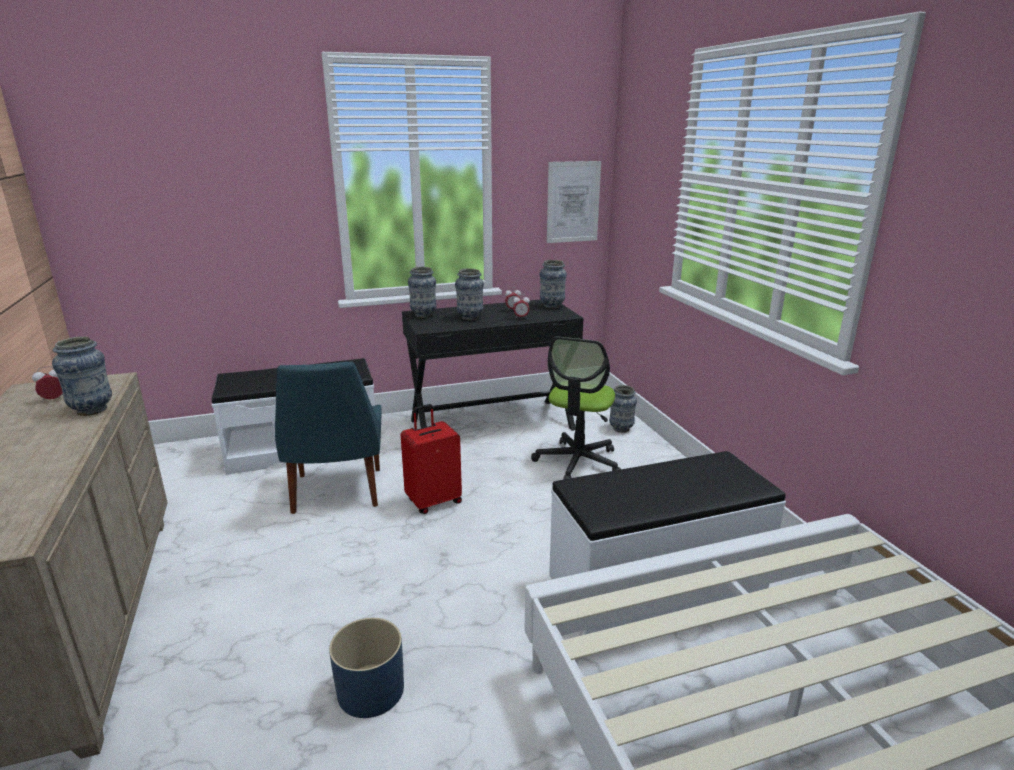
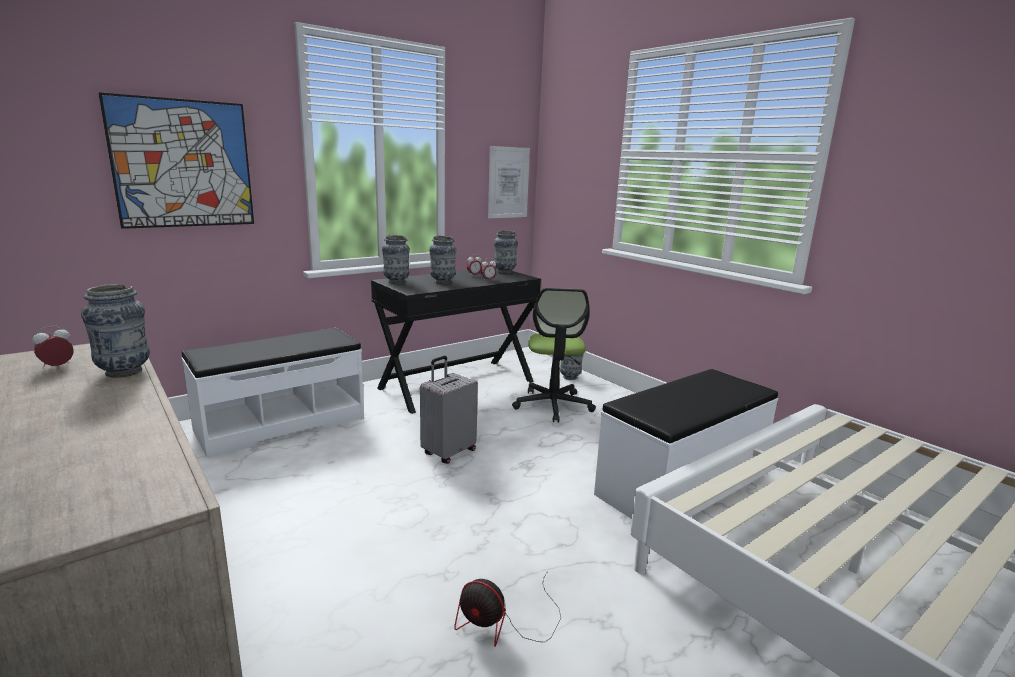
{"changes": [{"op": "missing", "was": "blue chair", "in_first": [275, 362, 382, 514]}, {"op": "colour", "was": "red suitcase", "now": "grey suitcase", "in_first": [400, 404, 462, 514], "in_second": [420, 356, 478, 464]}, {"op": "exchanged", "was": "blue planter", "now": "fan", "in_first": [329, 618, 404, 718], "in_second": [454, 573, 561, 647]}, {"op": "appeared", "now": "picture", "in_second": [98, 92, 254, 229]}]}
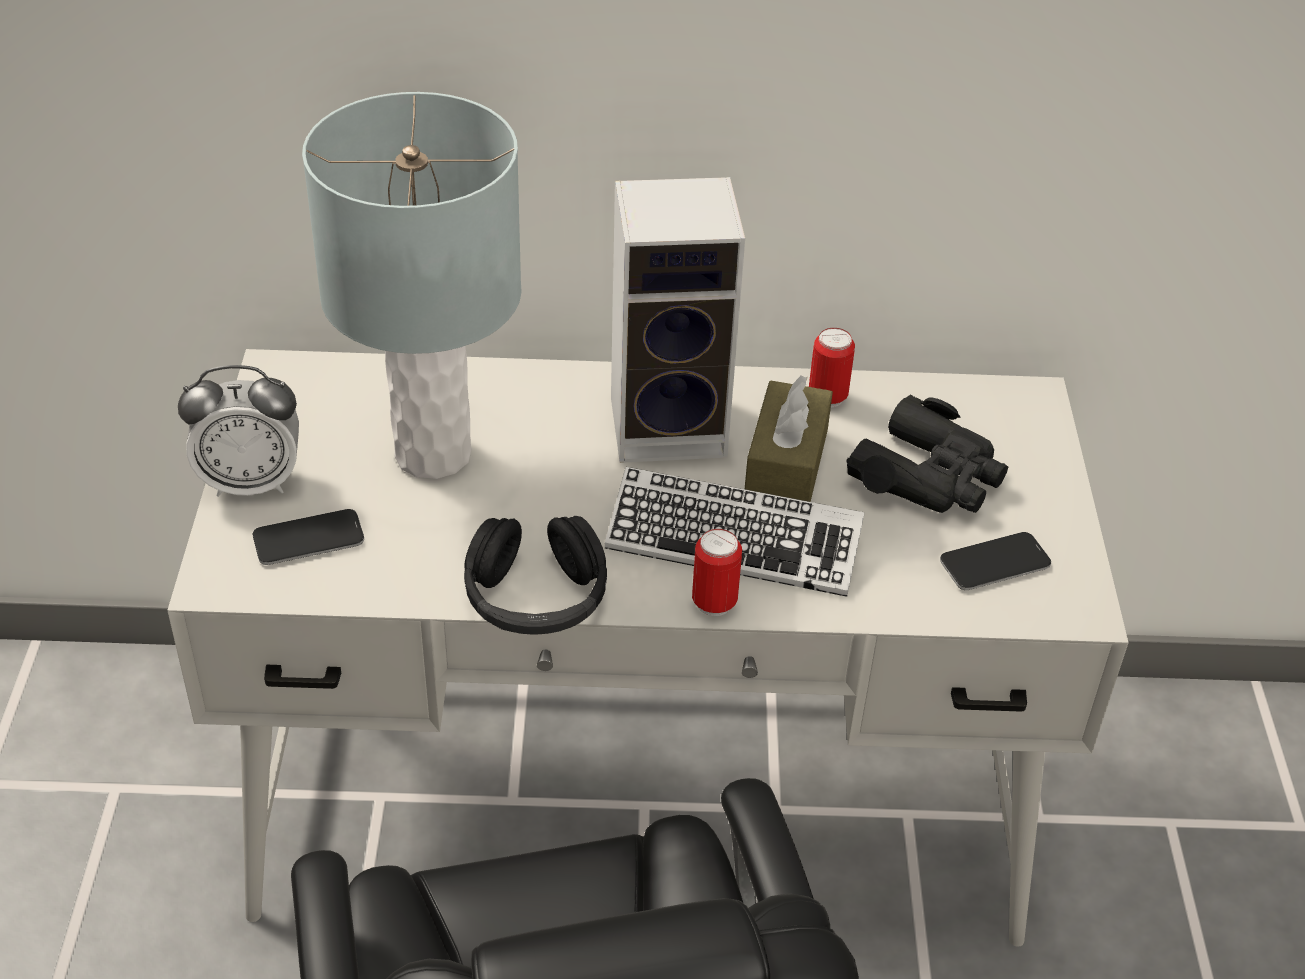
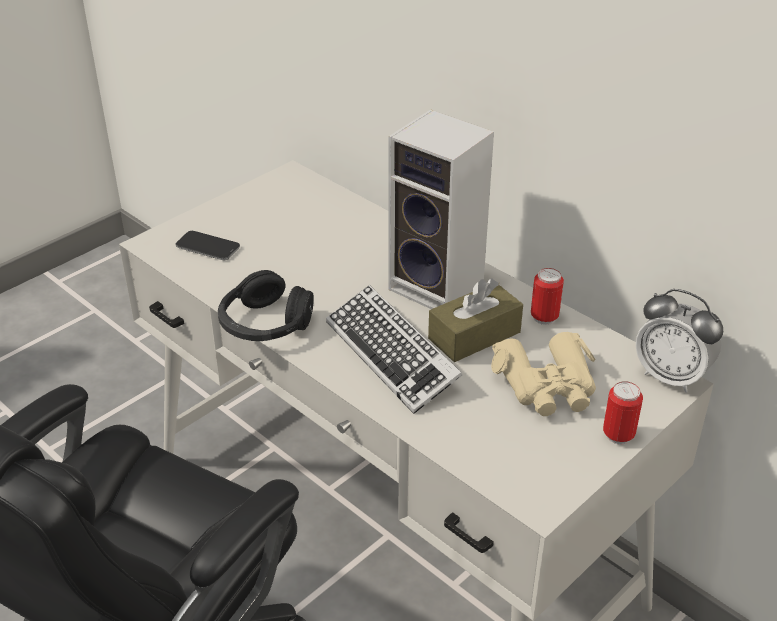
{"changes": [{"op": "missing", "was": "grey table lamp", "in_first": [302, 92, 522, 479]}, {"op": "relocated", "was": "alarm clock", "in_first": [178, 365, 299, 497], "in_second": [636, 289, 723, 393]}, {"op": "colour", "was": "black binoculars", "now": "beige binoculars", "in_first": [846, 395, 1008, 513], "in_second": [491, 332, 596, 416]}, {"op": "relocated", "was": "can", "in_first": [692, 529, 742, 616], "in_second": [603, 381, 643, 444]}, {"op": "missing", "was": "phone", "in_first": [940, 532, 1051, 590]}]}
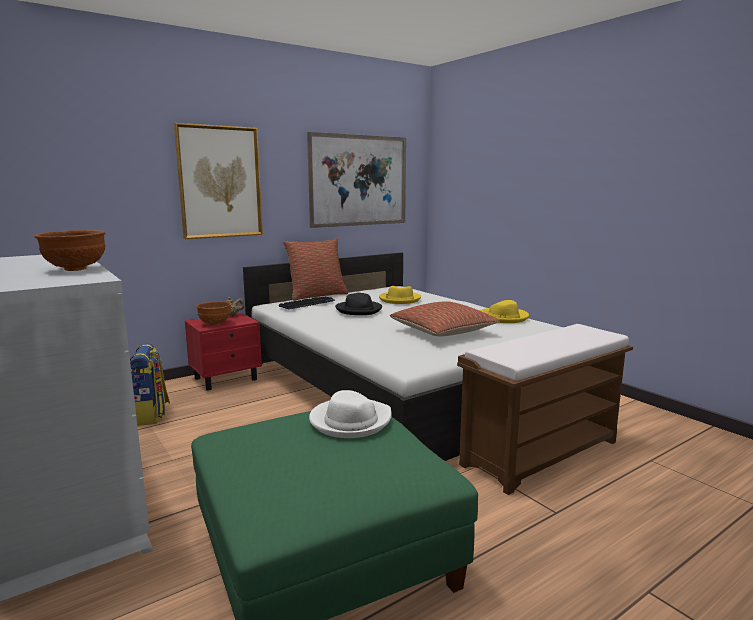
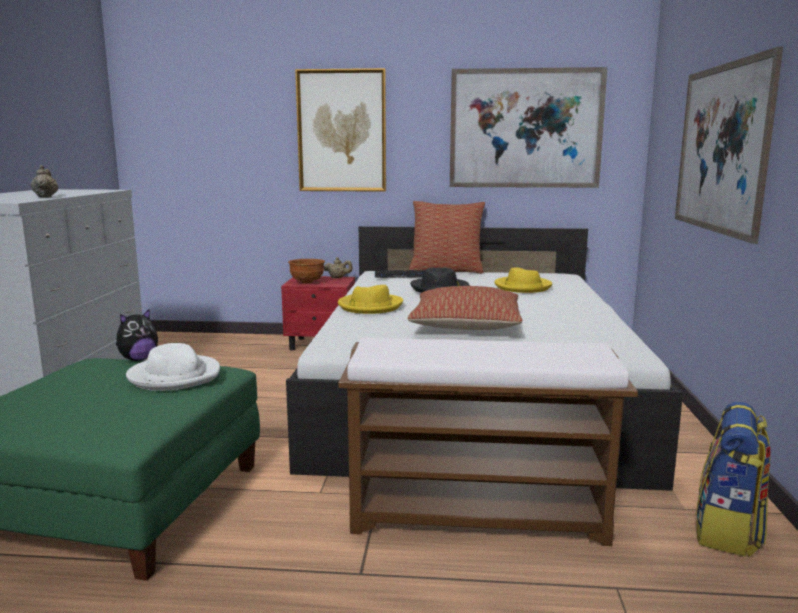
{"changes": [{"op": "exchanged", "was": "brown bowl", "now": "beige teapot", "in_first": [34, 230, 106, 271], "in_second": [31, 165, 58, 197]}, {"op": "relocated", "was": "yellow hat", "in_first": [479, 300, 529, 323], "in_second": [338, 285, 403, 314]}, {"op": "relocated", "was": "backpack", "in_first": [130, 343, 170, 426], "in_second": [696, 401, 771, 557]}, {"op": "appeared", "now": "picture", "in_second": [675, 47, 783, 244]}, {"op": "appeared", "now": "plush toy", "in_second": [116, 309, 158, 361]}]}
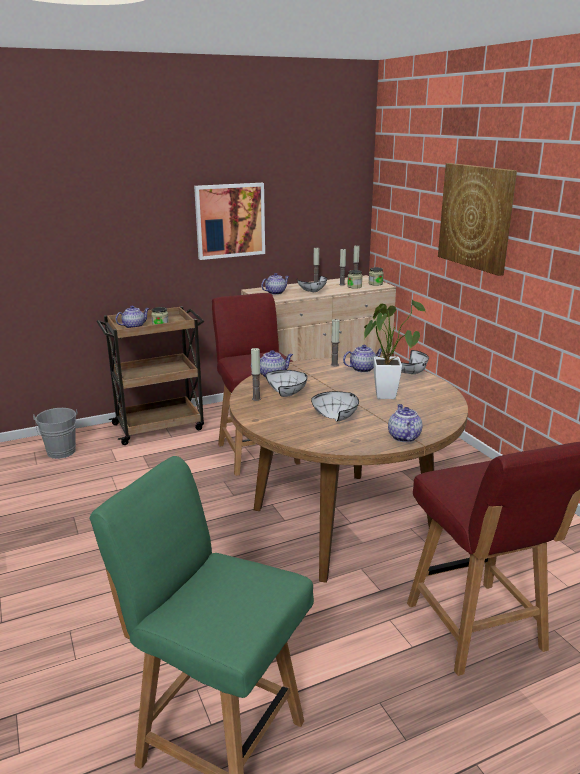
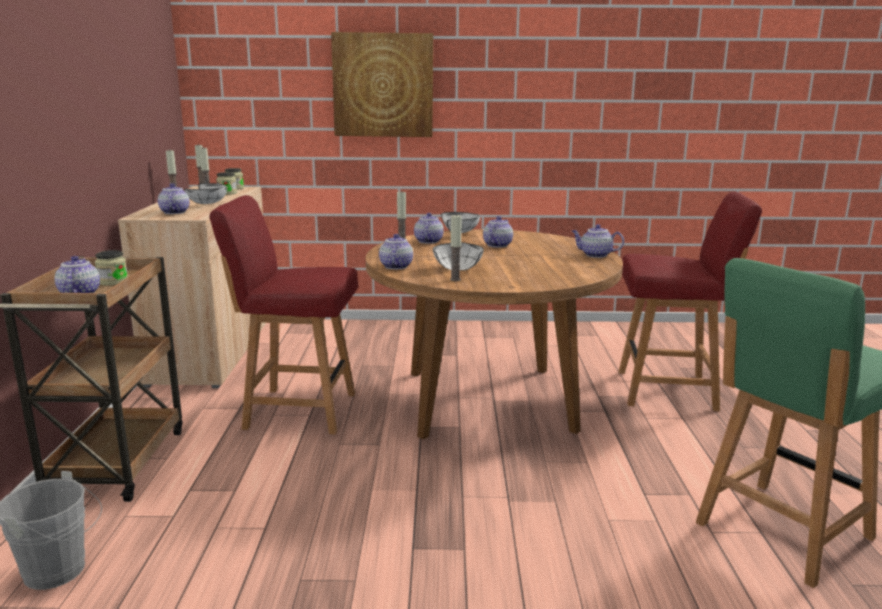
{"changes": [{"op": "missing", "was": "picture", "in_first": [194, 183, 265, 260]}, {"op": "exchanged", "was": "potted plant", "now": "teapot", "in_first": [364, 300, 425, 399], "in_second": [483, 216, 513, 248]}, {"op": "missing", "was": "white bowl", "in_first": [311, 391, 359, 422]}]}
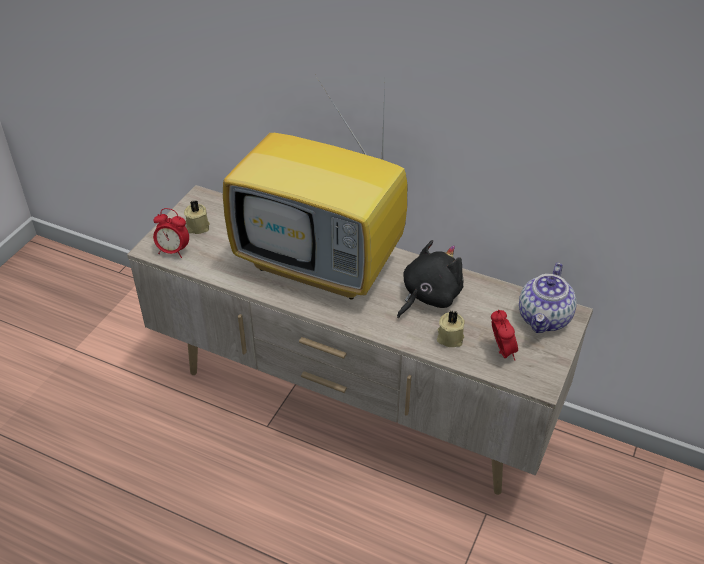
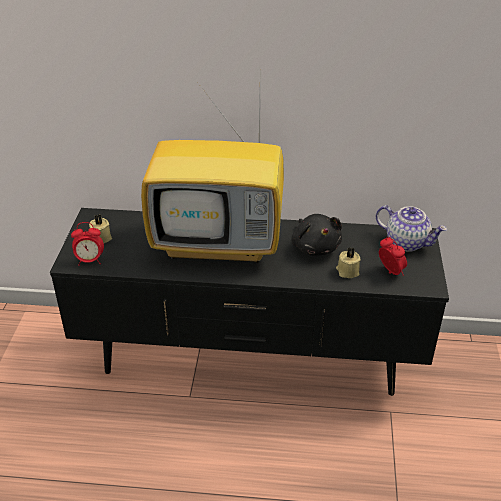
{"changes": [{"op": "colour", "was": "beige tv stand", "now": "black tv stand", "in_first": [127, 185, 593, 495], "in_second": [50, 208, 449, 396]}, {"op": "spun", "was": "black plush toy", "in_first": [397, 240, 463, 318], "in_second": [291, 214, 342, 256], "clockwise": 135}, {"op": "spun", "was": "teapot", "in_first": [519, 263, 577, 333], "in_second": [376, 205, 447, 252], "clockwise": -60}]}
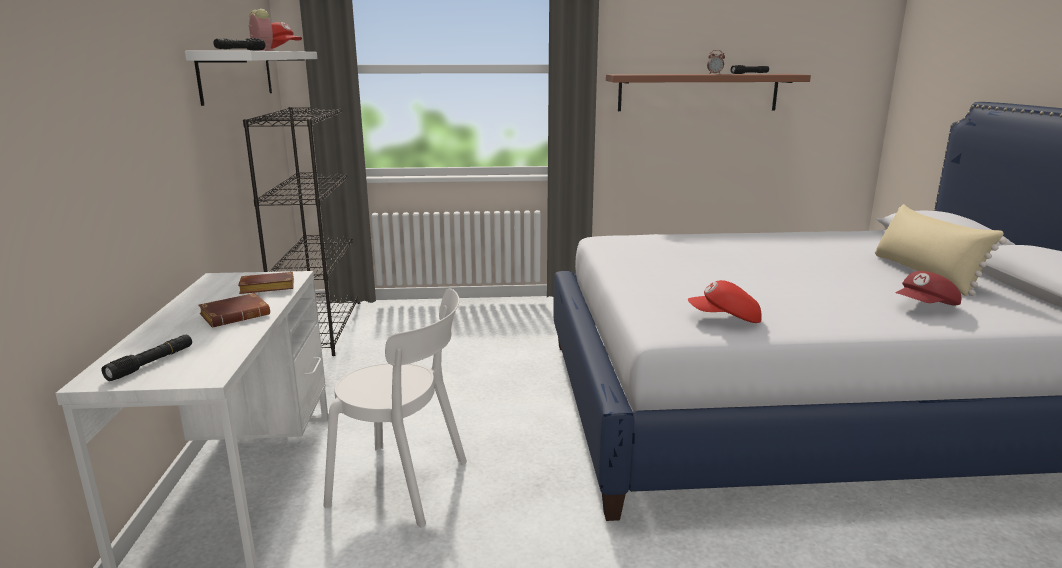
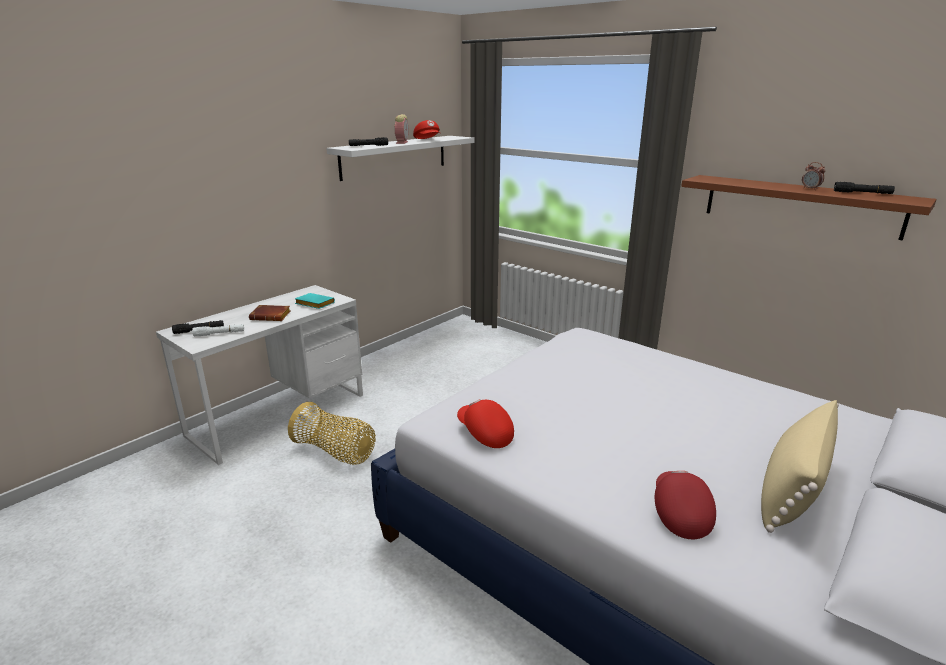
{"changes": [{"op": "missing", "was": "black bookcase", "in_first": [243, 107, 360, 356]}, {"op": "spun", "was": "red cap", "in_first": [895, 271, 961, 306], "in_second": [655, 471, 716, 539], "clockwise": 75}, {"op": "colour", "was": "brown book", "now": "turquoise book", "in_first": [238, 272, 294, 294], "in_second": [295, 293, 335, 309]}, {"op": "exchanged", "was": "white chair", "now": "basket", "in_first": [323, 288, 467, 527], "in_second": [288, 402, 376, 465]}, {"op": "appeared", "now": "white flashlight", "in_second": [192, 324, 244, 336]}]}
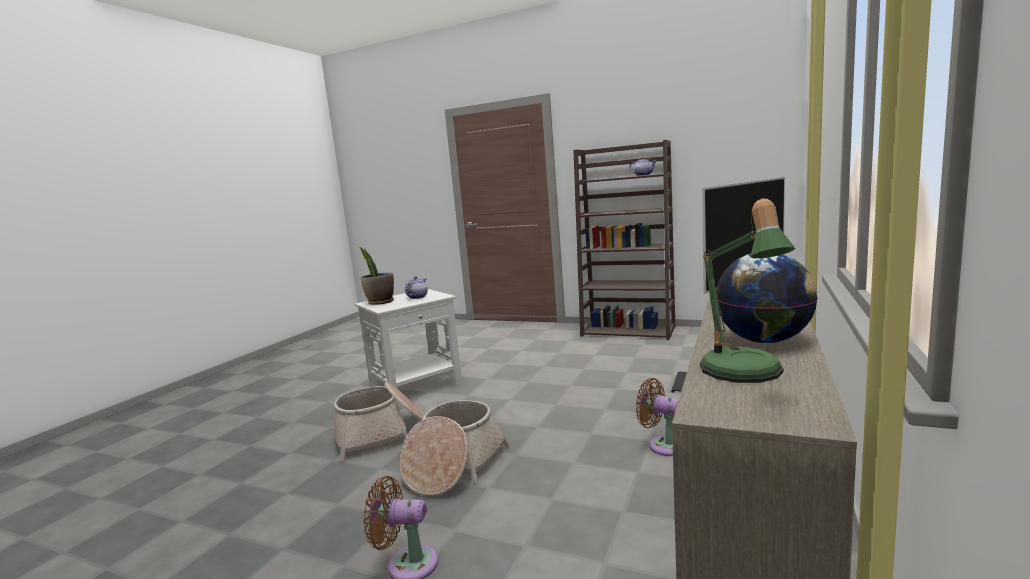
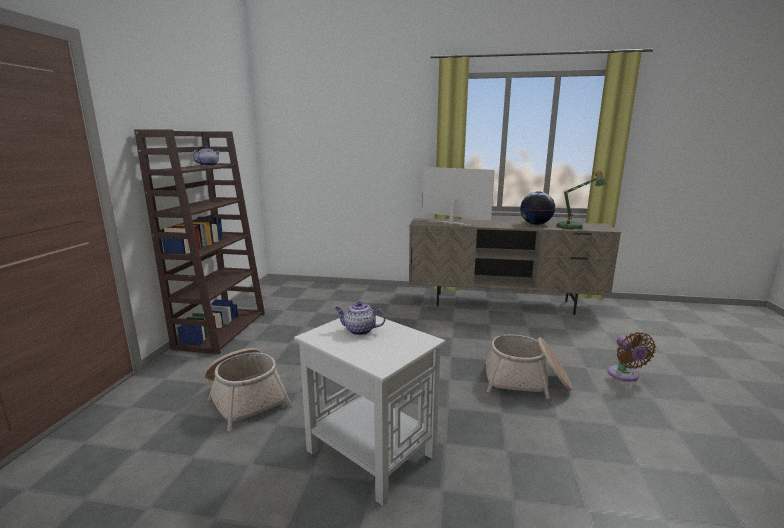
{"changes": [{"op": "missing", "was": "potted plant", "in_first": [360, 247, 394, 305]}, {"op": "missing", "was": "brown fan", "in_first": [636, 378, 679, 456]}, {"op": "relocated", "was": "basket", "in_first": [333, 382, 425, 461], "in_second": [204, 348, 292, 431]}]}
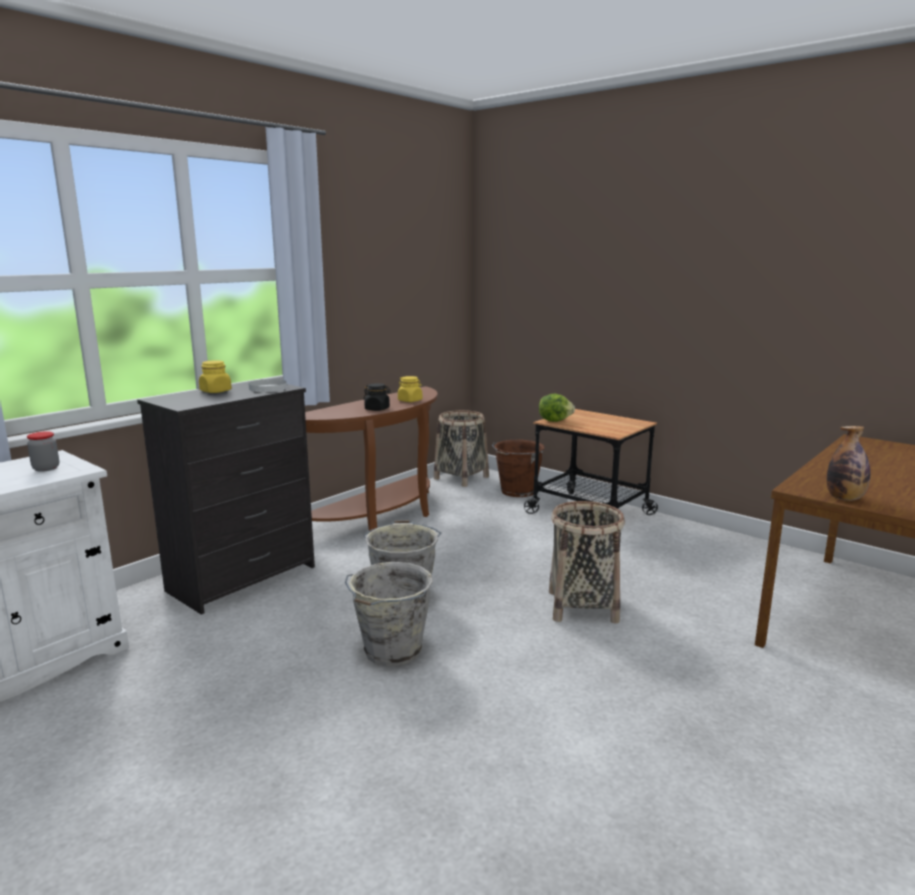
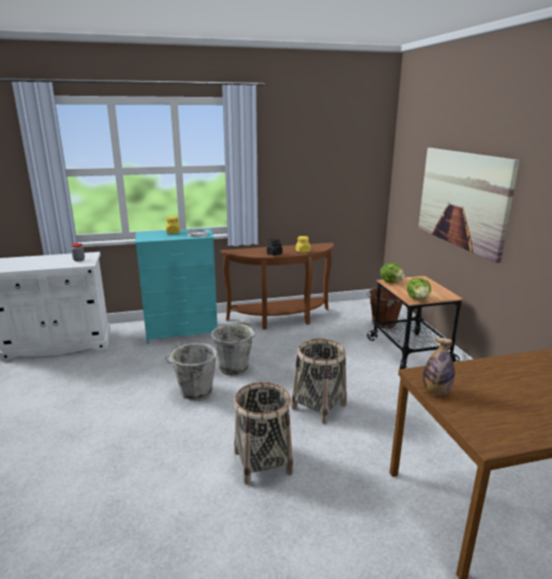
{"changes": [{"op": "colour", "was": "black dresser", "now": "turquoise dresser", "in_first": [137, 379, 315, 615], "in_second": [135, 228, 218, 344]}, {"op": "relocated", "was": "basket", "in_first": [434, 410, 489, 487], "in_second": [234, 382, 293, 485]}, {"op": "appeared", "now": "picture", "in_second": [418, 148, 520, 263]}, {"op": "appeared", "now": "lettuce", "in_second": [407, 278, 431, 300]}]}
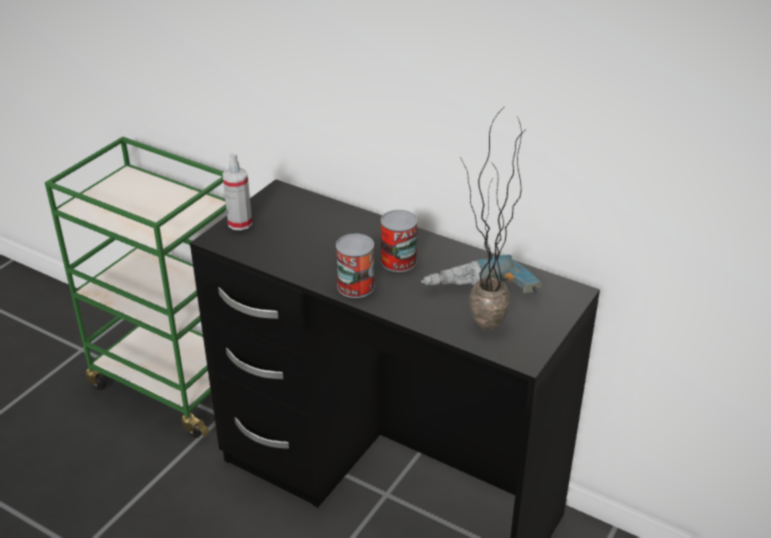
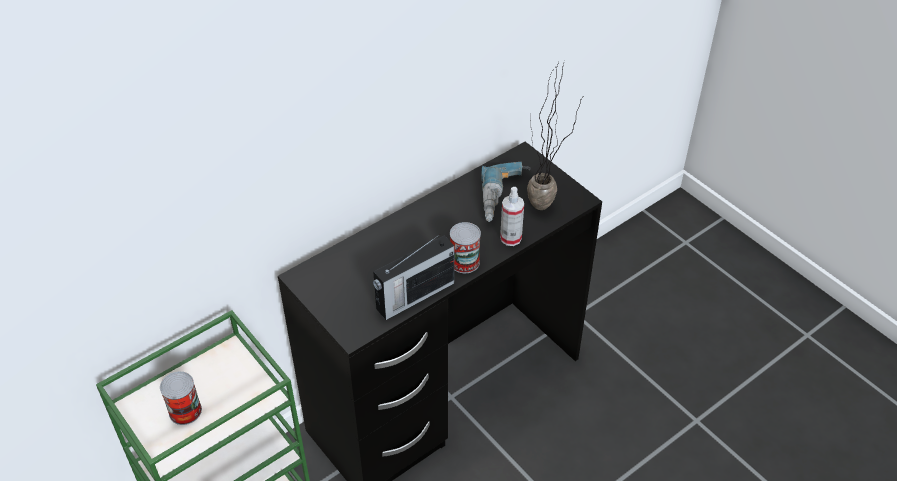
{"changes": [{"op": "relocated", "was": "spray bottle", "in_first": [222, 153, 252, 230], "in_second": [500, 187, 524, 246]}, {"op": "relocated", "was": "can", "in_first": [381, 210, 418, 272], "in_second": [160, 371, 202, 425]}, {"op": "appeared", "now": "radio", "in_second": [373, 234, 454, 320]}]}
